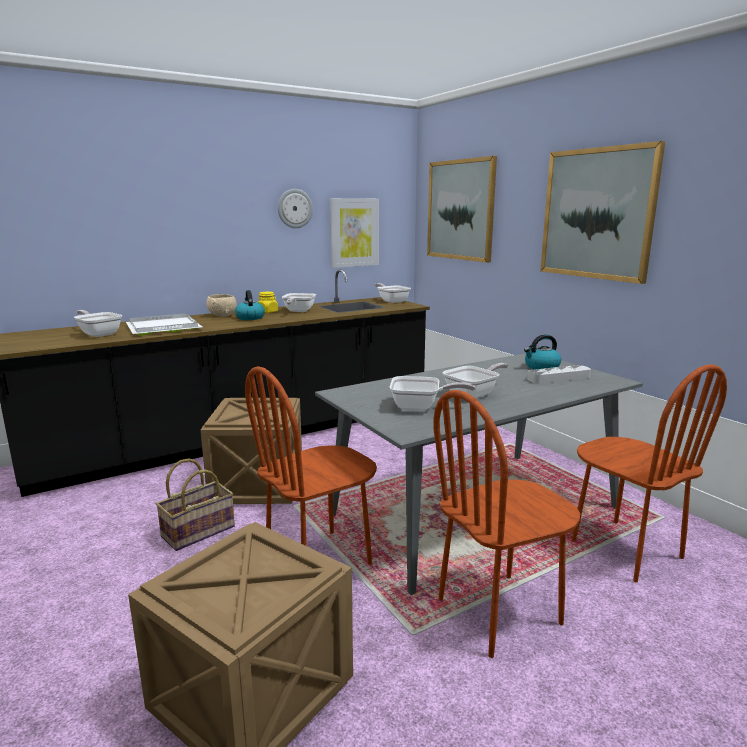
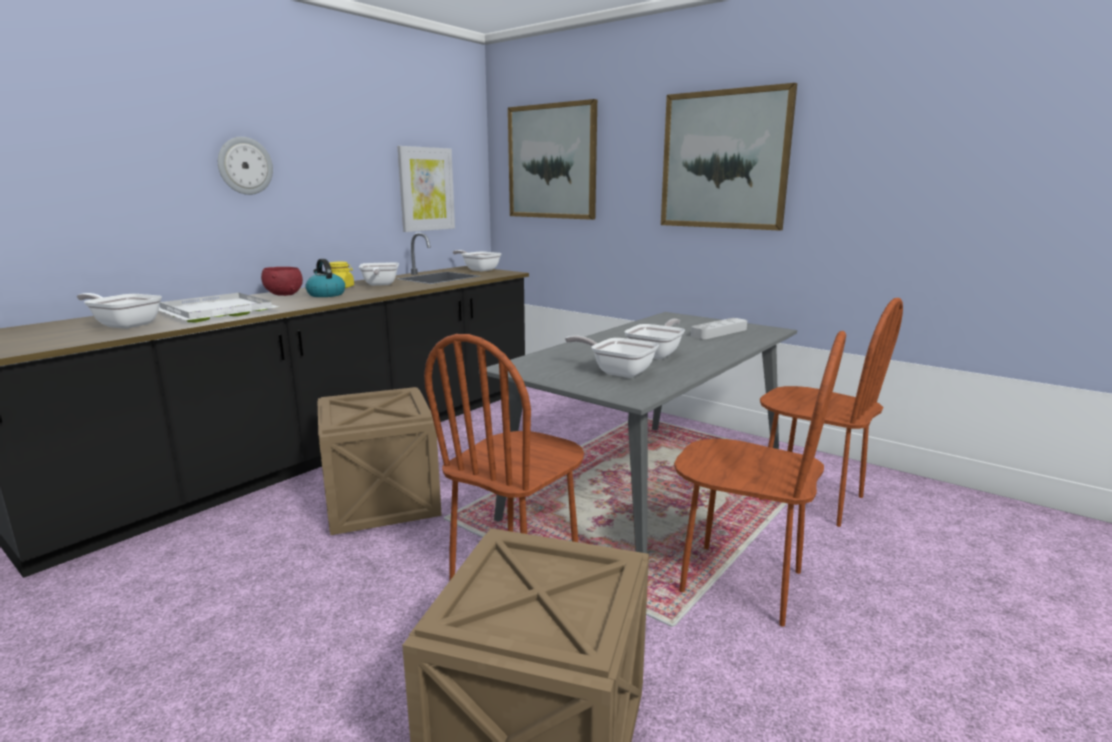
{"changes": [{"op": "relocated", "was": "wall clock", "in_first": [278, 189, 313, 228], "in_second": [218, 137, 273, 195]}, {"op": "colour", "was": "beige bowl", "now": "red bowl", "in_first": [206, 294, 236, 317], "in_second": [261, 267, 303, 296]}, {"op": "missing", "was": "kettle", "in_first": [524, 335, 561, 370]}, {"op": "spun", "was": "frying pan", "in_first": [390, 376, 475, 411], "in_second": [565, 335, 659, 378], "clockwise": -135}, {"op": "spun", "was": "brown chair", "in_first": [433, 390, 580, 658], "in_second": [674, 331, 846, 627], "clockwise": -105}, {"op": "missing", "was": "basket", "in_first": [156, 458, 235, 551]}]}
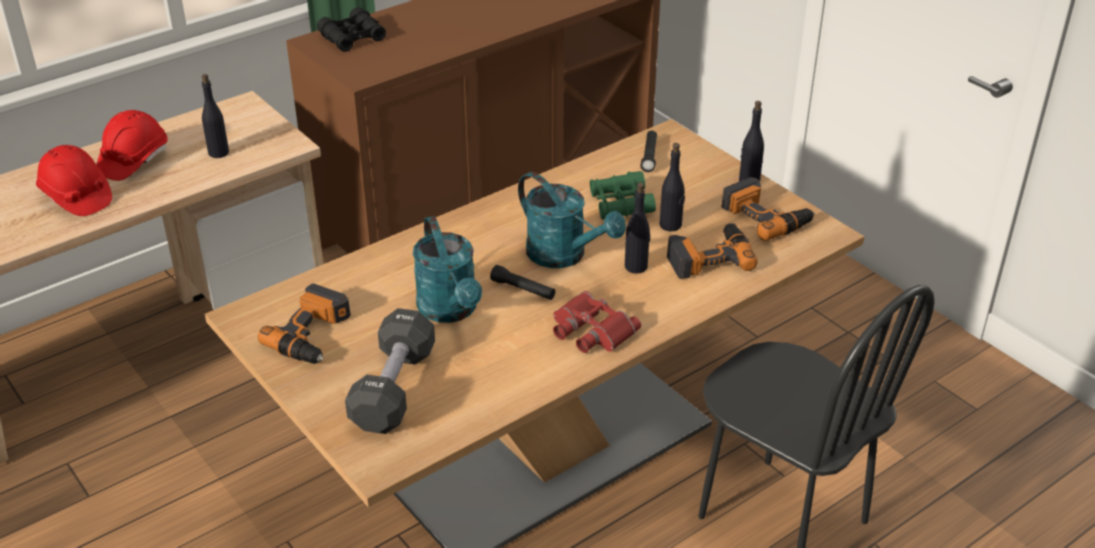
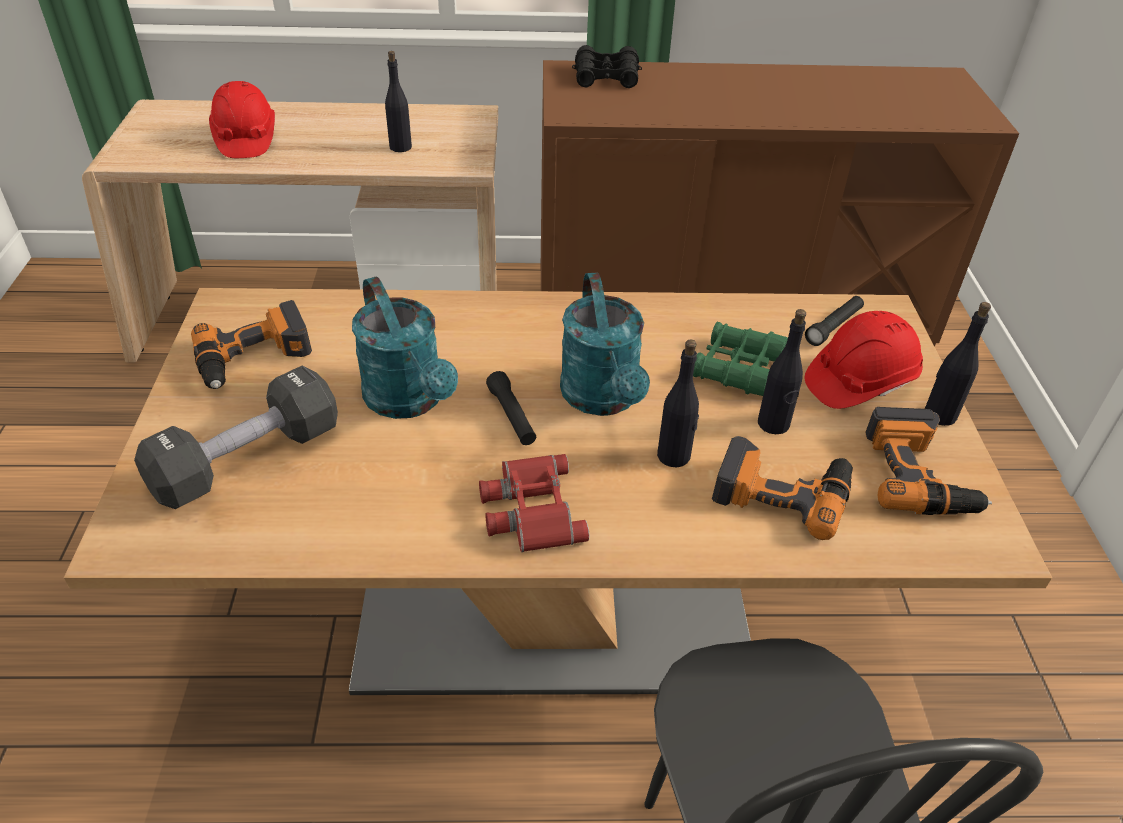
{"changes": [{"op": "relocated", "was": "red hard hat", "in_first": [97, 110, 167, 181], "in_second": [805, 311, 923, 409]}, {"op": "spun", "was": "turquoise watering can", "in_first": [413, 216, 482, 323], "in_second": [352, 276, 458, 419], "clockwise": -45}]}
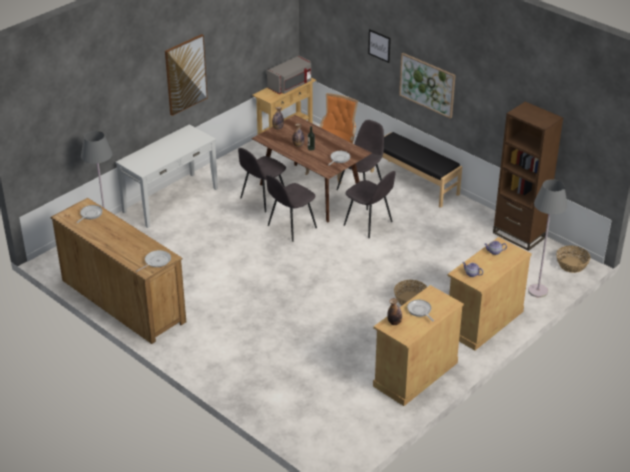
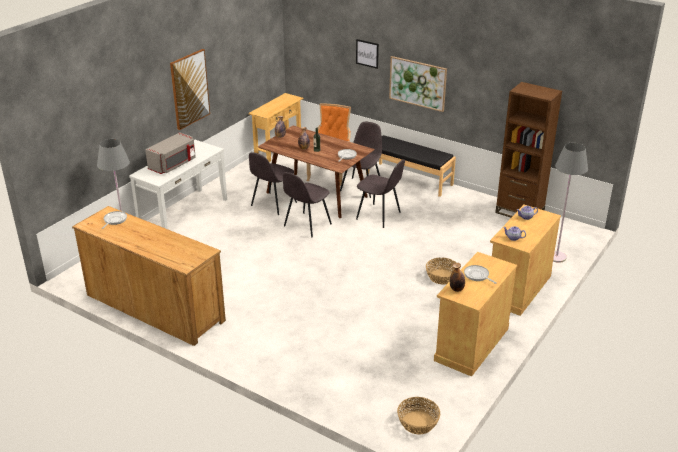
{"changes": [{"op": "relocated", "was": "grey microwave", "in_first": [267, 56, 311, 94], "in_second": [145, 132, 196, 174]}, {"op": "relocated", "was": "basket", "in_first": [556, 246, 590, 273], "in_second": [397, 397, 440, 435]}, {"op": "missing", "was": "frying pan", "in_first": [136, 250, 171, 272]}]}
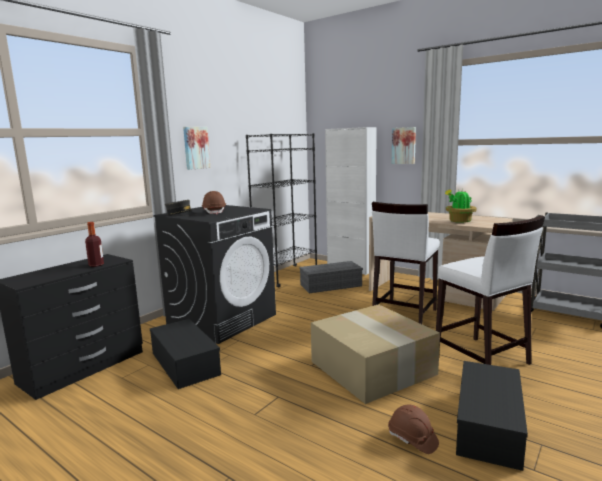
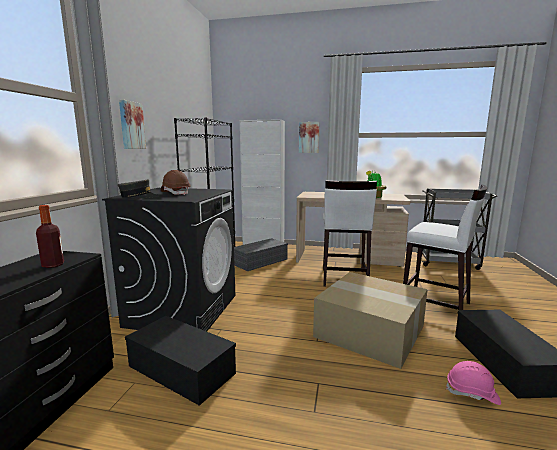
{"changes": [{"op": "colour", "was": "brown hard hat", "now": "pink hard hat", "in_first": [388, 404, 439, 454], "in_second": [446, 361, 501, 405]}]}
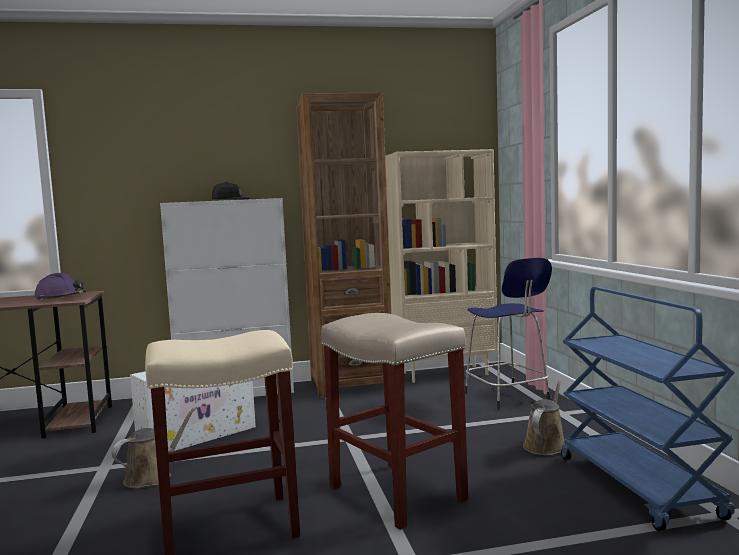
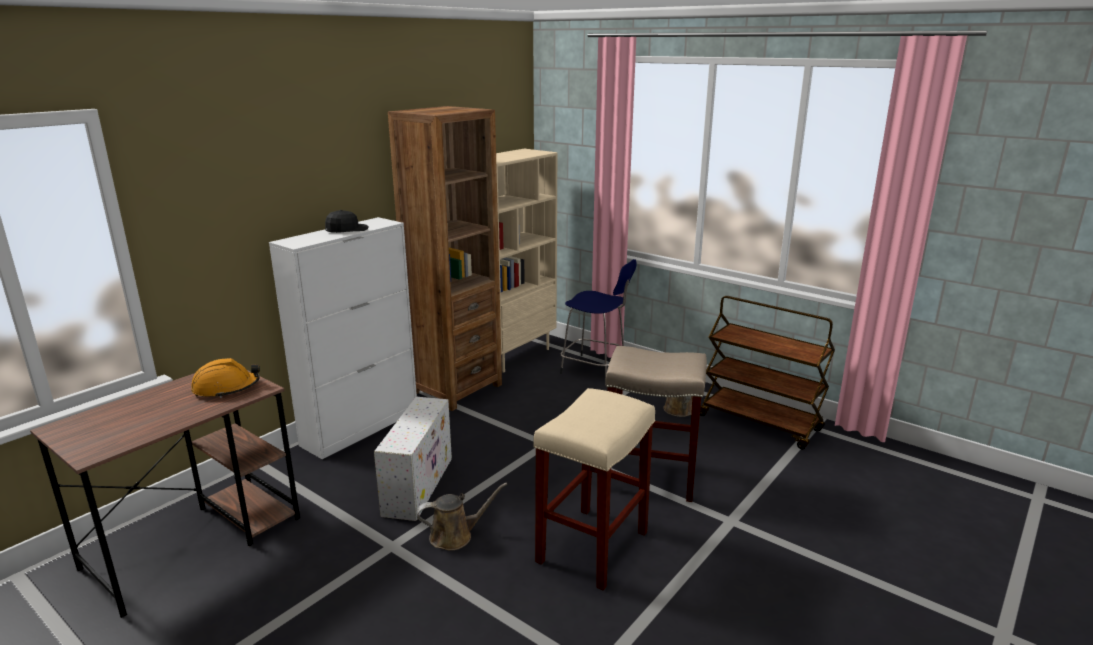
{"changes": [{"op": "colour", "was": "purple hard hat", "now": "orange hard hat", "in_first": [34, 273, 86, 300], "in_second": [191, 358, 260, 398]}, {"op": "colour", "was": "blue cart", "now": "brown cart", "in_first": [561, 287, 735, 531], "in_second": [700, 296, 835, 449]}, {"op": "spun", "was": "brown watering can", "in_first": [111, 406, 197, 488], "in_second": [417, 483, 507, 550], "clockwise": 75}]}
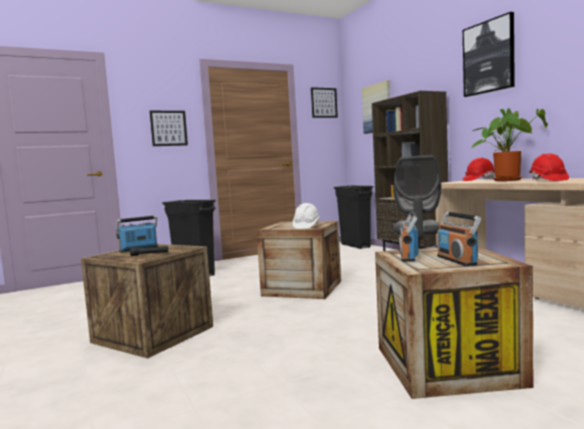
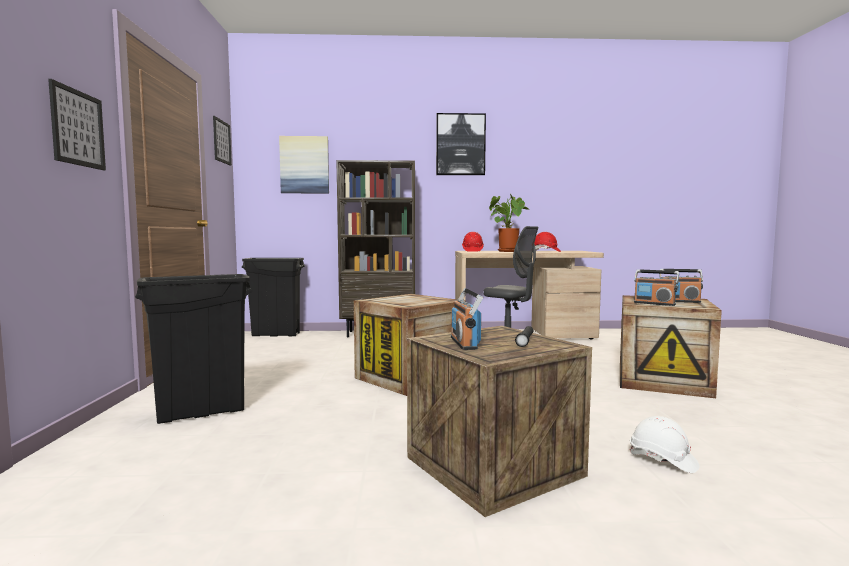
{"changes": [{"op": "relocated", "was": "white hard hat", "in_first": [293, 203, 320, 229], "in_second": [630, 416, 699, 473]}]}
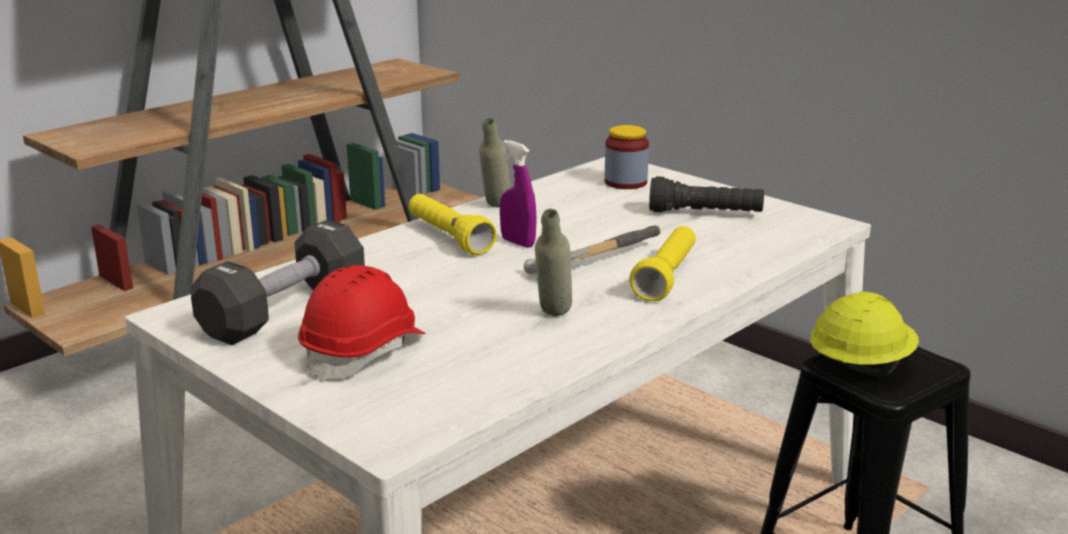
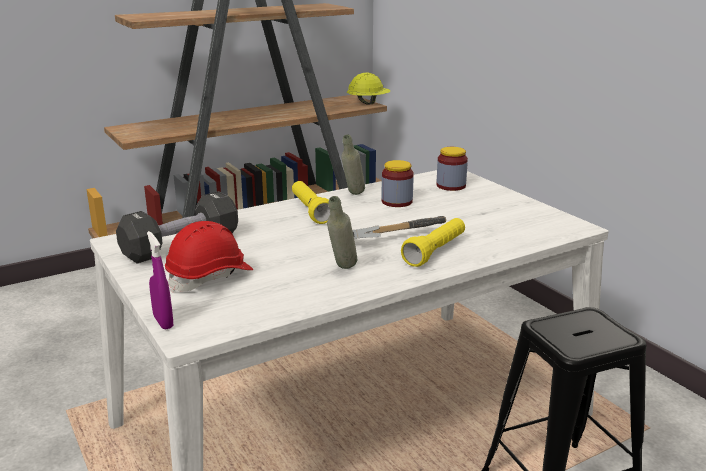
{"changes": [{"op": "relocated", "was": "purple spray bottle", "in_first": [500, 140, 537, 248], "in_second": [147, 231, 173, 330]}, {"op": "missing", "was": "black flashlight", "in_first": [649, 176, 764, 213]}, {"op": "relocated", "was": "yellow hard hat", "in_first": [810, 291, 919, 377], "in_second": [347, 73, 390, 105]}, {"op": "appeared", "now": "jar", "in_second": [381, 160, 414, 207]}]}
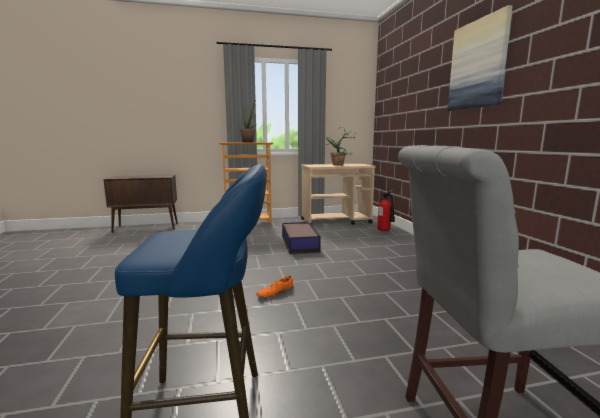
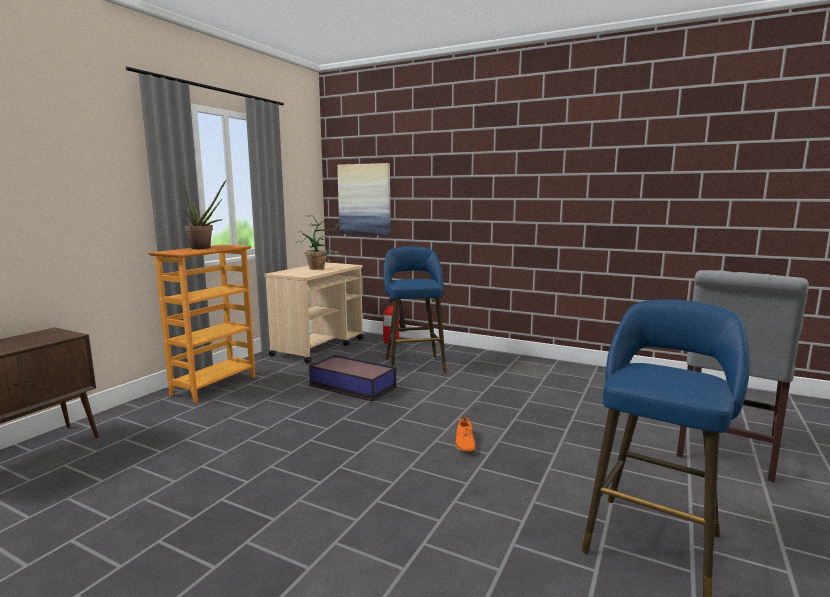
{"changes": [{"op": "relocated", "was": "picture", "in_first": [448, 5, 513, 111], "in_second": [337, 163, 391, 236]}, {"op": "appeared", "now": "blue stool", "in_second": [383, 246, 447, 373]}]}
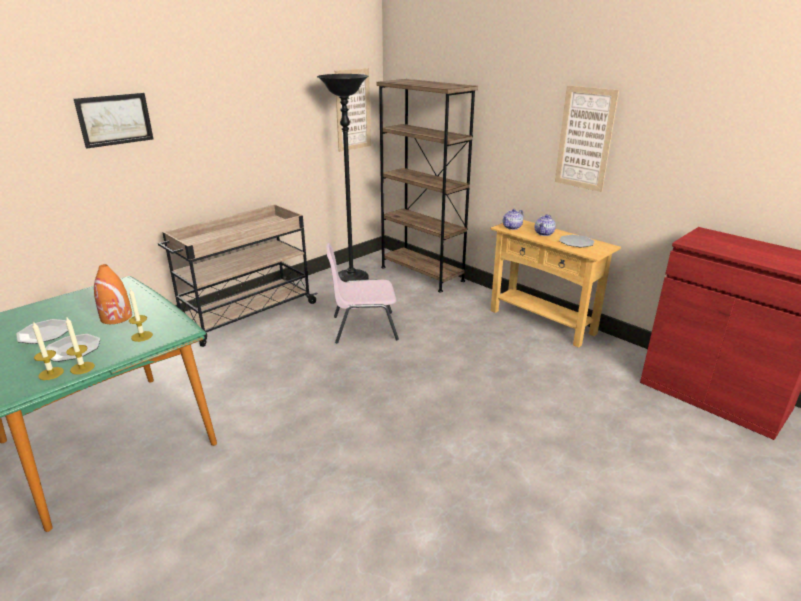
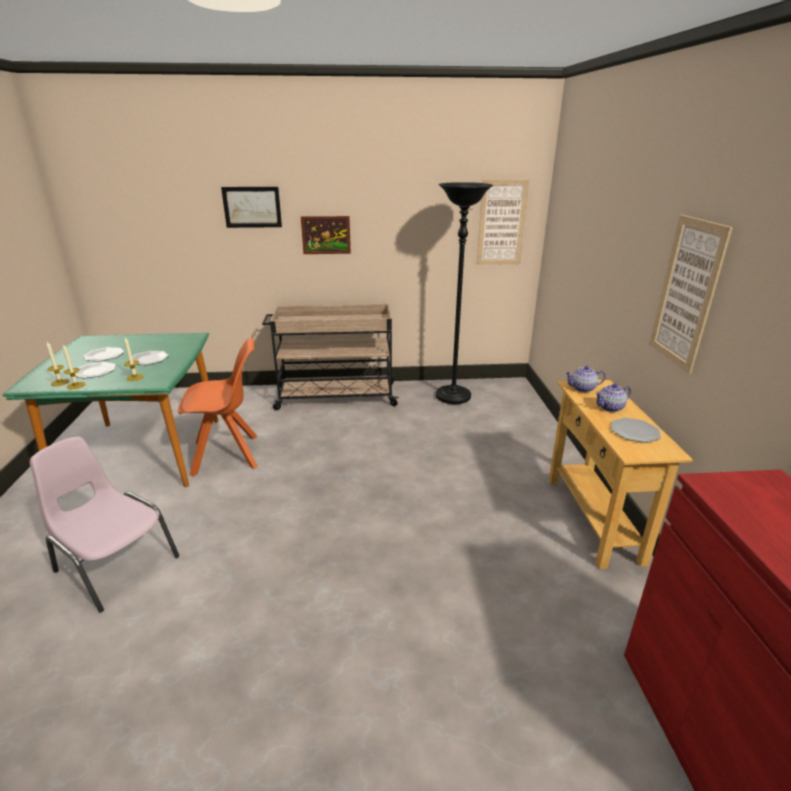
{"changes": [{"op": "missing", "was": "brown bookcase", "in_first": [376, 79, 478, 292]}, {"op": "relocated", "was": "pink chair", "in_first": [326, 243, 399, 343], "in_second": [30, 437, 179, 613]}, {"op": "exchanged", "was": "orange vase", "now": "plate", "in_first": [94, 264, 132, 324], "in_second": [128, 351, 169, 365]}, {"op": "appeared", "now": "picture", "in_second": [301, 216, 351, 254]}, {"op": "appeared", "now": "orange chair", "in_second": [178, 338, 258, 476]}]}
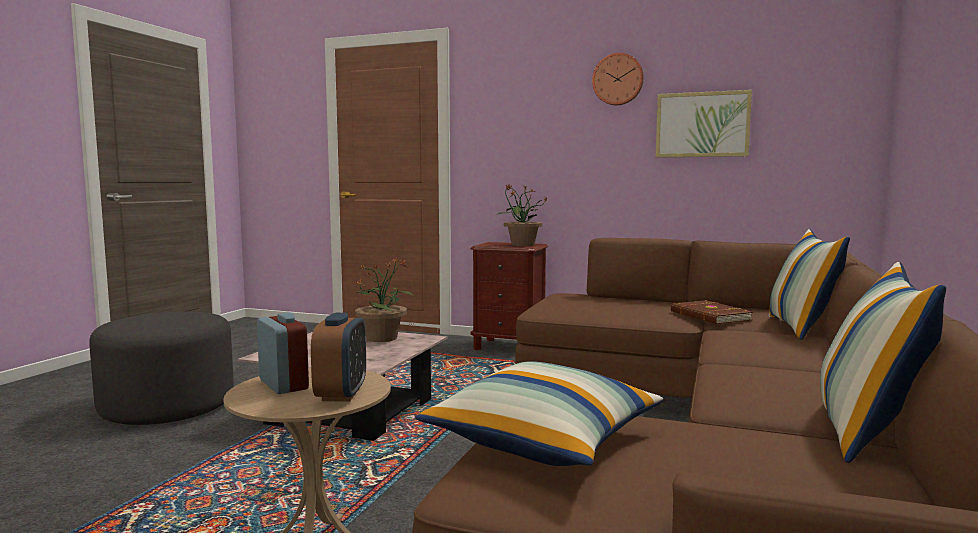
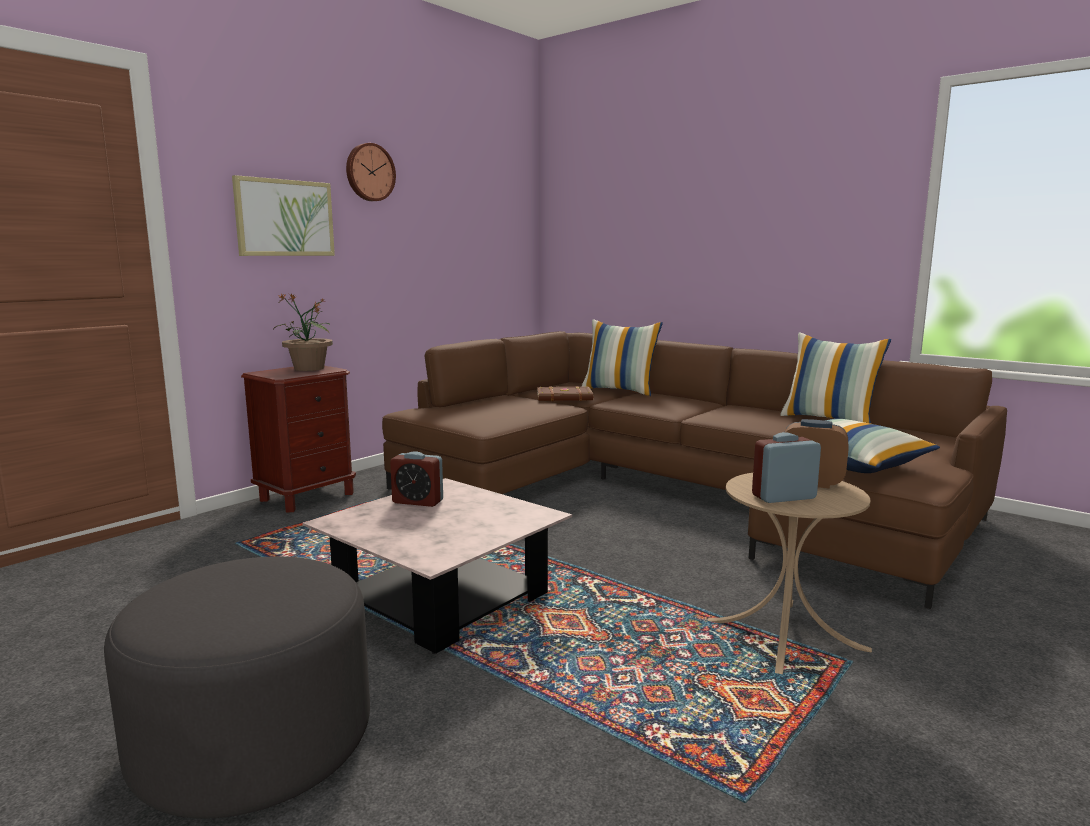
{"changes": [{"op": "relocated", "was": "picture", "in_first": [656, 90, 752, 157], "in_second": [232, 175, 335, 256]}, {"op": "exchanged", "was": "potted plant", "now": "alarm clock", "in_first": [355, 258, 413, 342], "in_second": [390, 451, 443, 507]}]}
